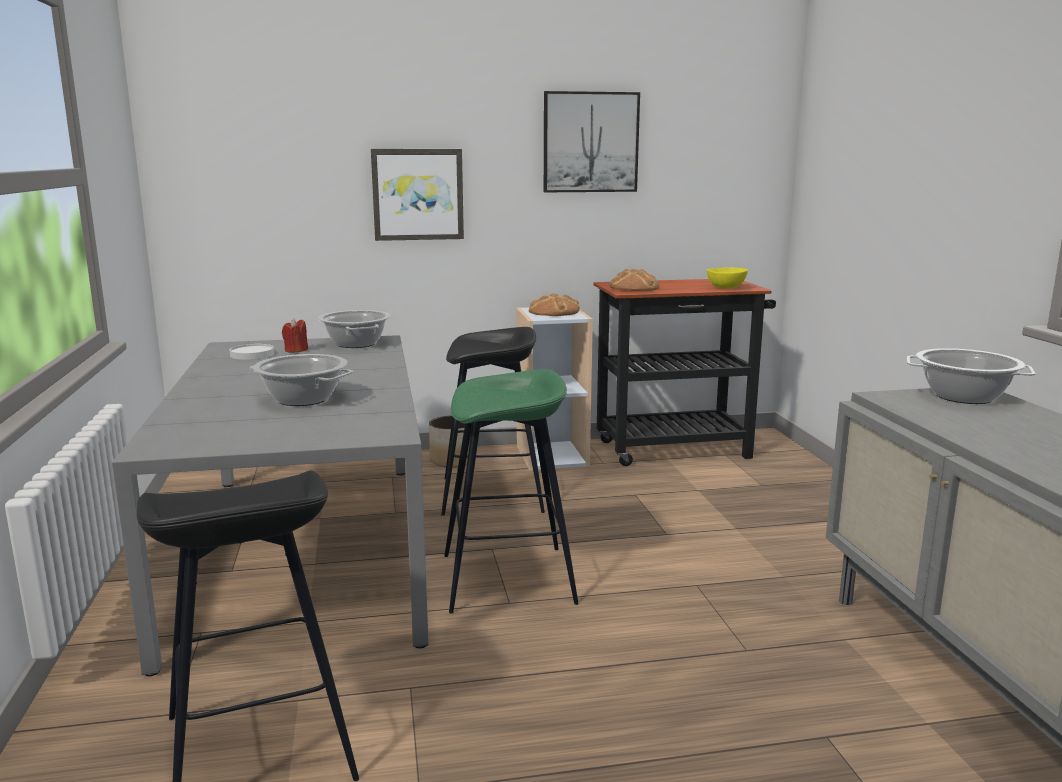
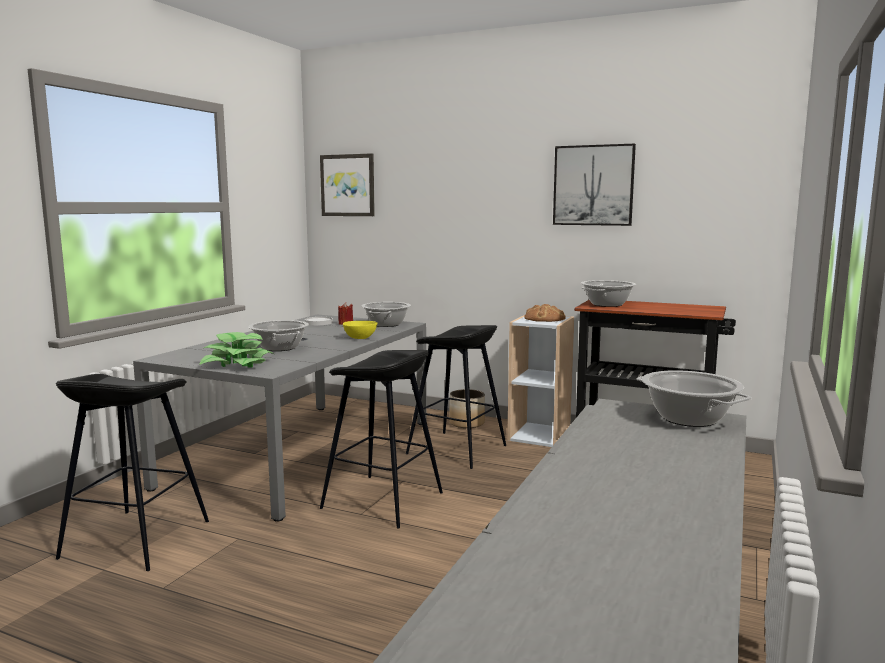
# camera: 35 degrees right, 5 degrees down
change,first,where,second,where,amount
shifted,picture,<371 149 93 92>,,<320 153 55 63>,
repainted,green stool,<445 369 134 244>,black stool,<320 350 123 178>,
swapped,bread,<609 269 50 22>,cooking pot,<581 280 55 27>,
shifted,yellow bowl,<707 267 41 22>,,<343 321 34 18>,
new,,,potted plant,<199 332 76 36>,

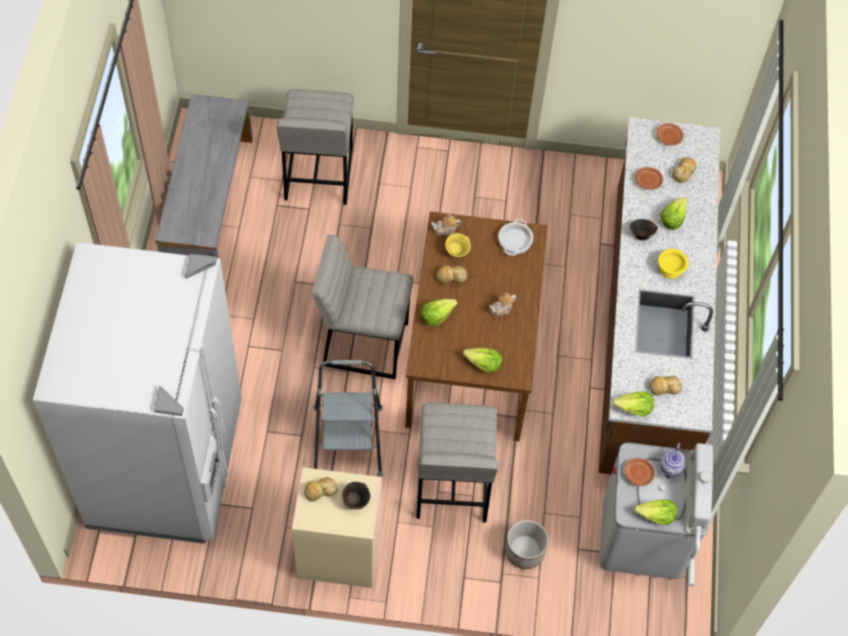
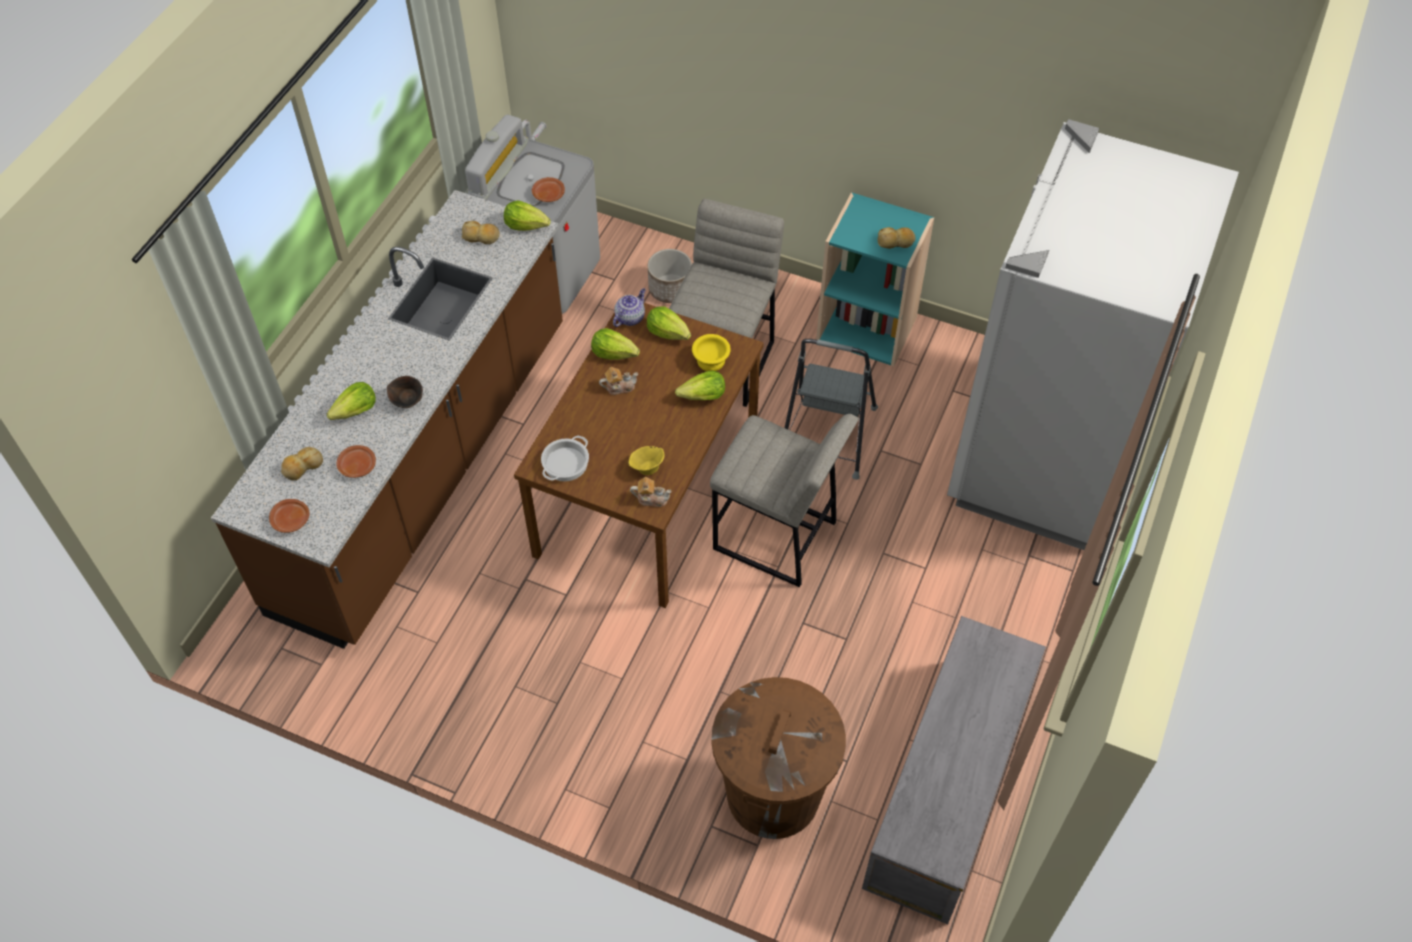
# camera: 160 degrees left, 5 degrees down
change,first,where,second,where,amount
swapped,grey chair,<277 89 77 116>,brown trash can,<711 677 135 162>,
repainted,beige bookcase,<292 467 90 121>,turquoise bookcase,<816 192 118 174>,
gone,brown bowl,<342 482 29 28>,,,
gone,bread,<436 265 31 19>,,,
shifted,lettuce,<634 500 43 25>,,<591 328 49 32>,
shifted,yellow bowl,<658 249 30 30>,,<692 334 38 37>,
shifted,teapot,<660 443 26 36>,,<613 288 33 39>,

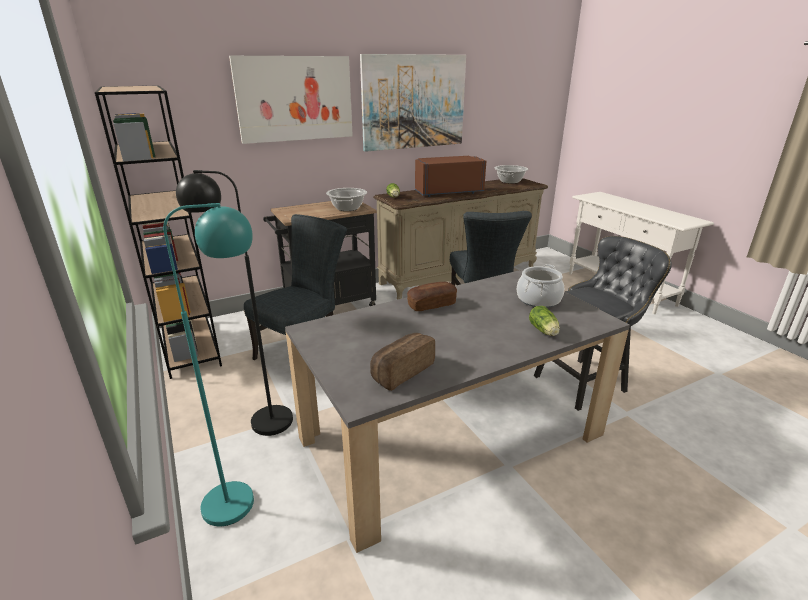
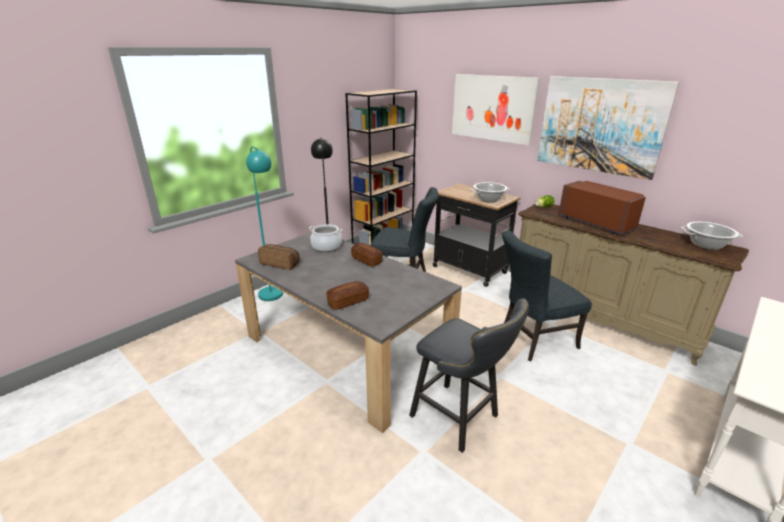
# camera: 70 degrees right, 0 degrees up
change,first,where,second,where,amount
shifted,cooking pot,<517 264 47 44>,,<309 224 33 28>,
swapped,lettuce,<529 306 31 30>,bread,<326 281 43 29>,

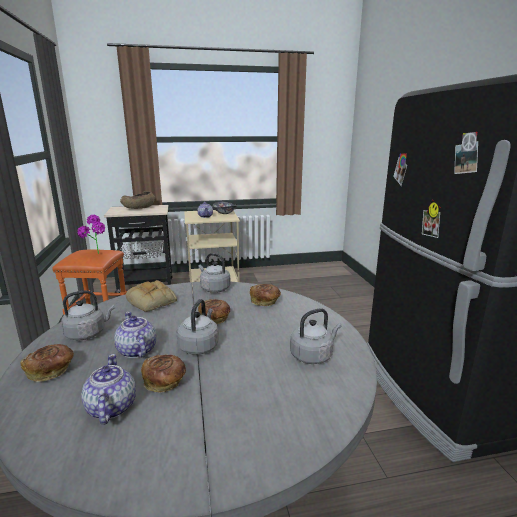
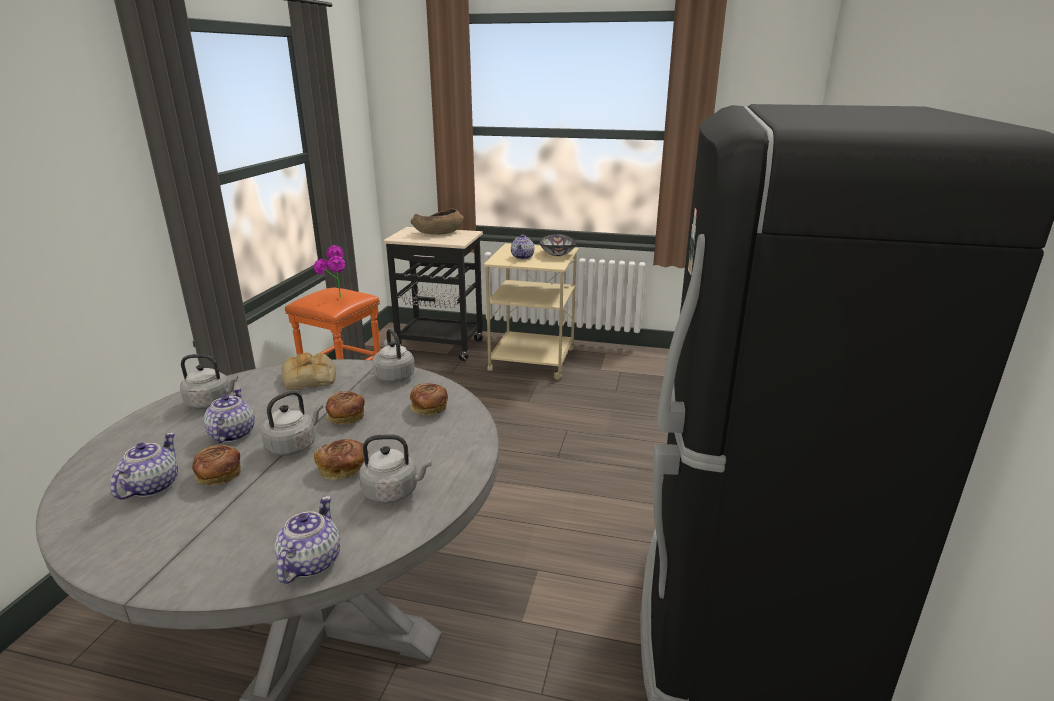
# camera: 25 degrees right, 5 degrees up
change,first,where,second,where,amount
shifted,bread,<20 344 54 38>,,<314 439 55 41>,
new,,,teapot,<274 496 66 88>,

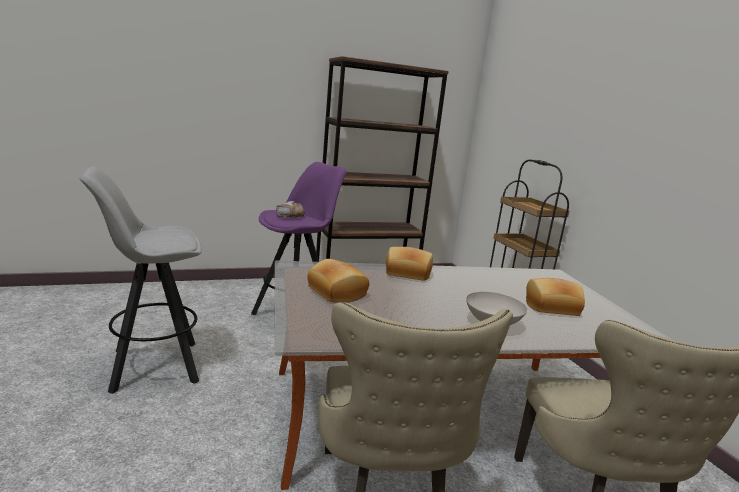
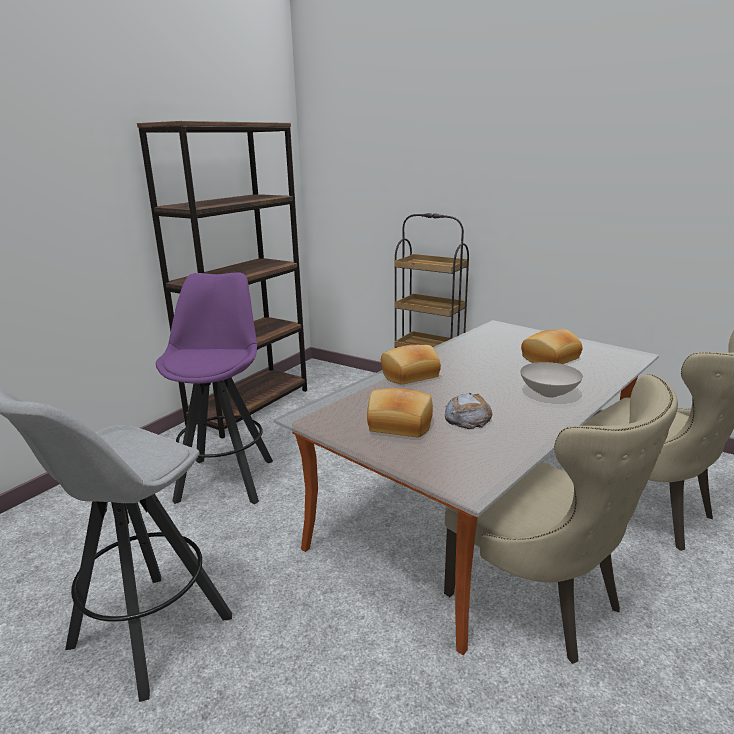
# camera: 35 degrees left, 5 degrees up
change,first,where,second,where,amount
shifted,bread,<276 201 29 17>,,<445 393 48 36>,

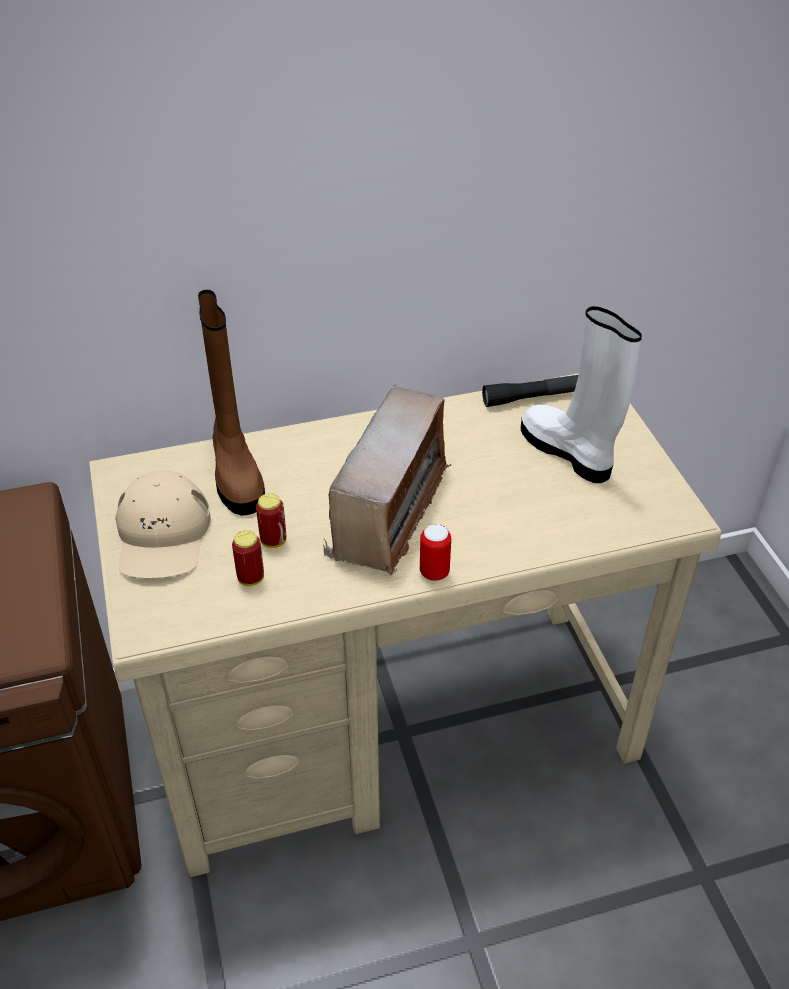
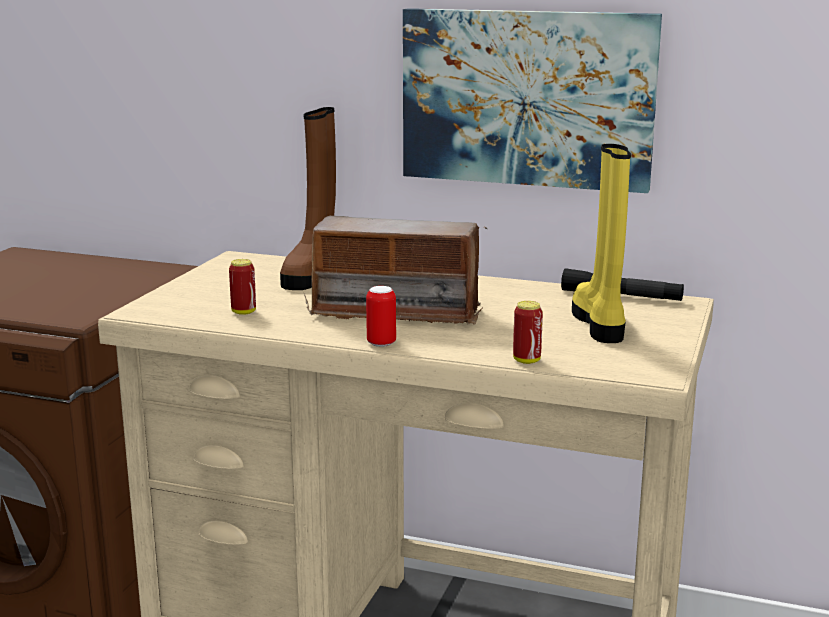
# camera: 35 degrees right, 25 degrees down
change,first,where,second,where,amount
gone,beige cap,<115 470 96 108>,,,
shifted,can,<256 493 30 55>,,<513 301 30 63>,
rotated,radio,<323 384 128 191>,,<304 216 183 109>,45 degrees clockwise
repainted,white boot,<521 306 121 177>,yellow boot,<572 144 59 199>,
new,,,picture,<403 8 259 185>,

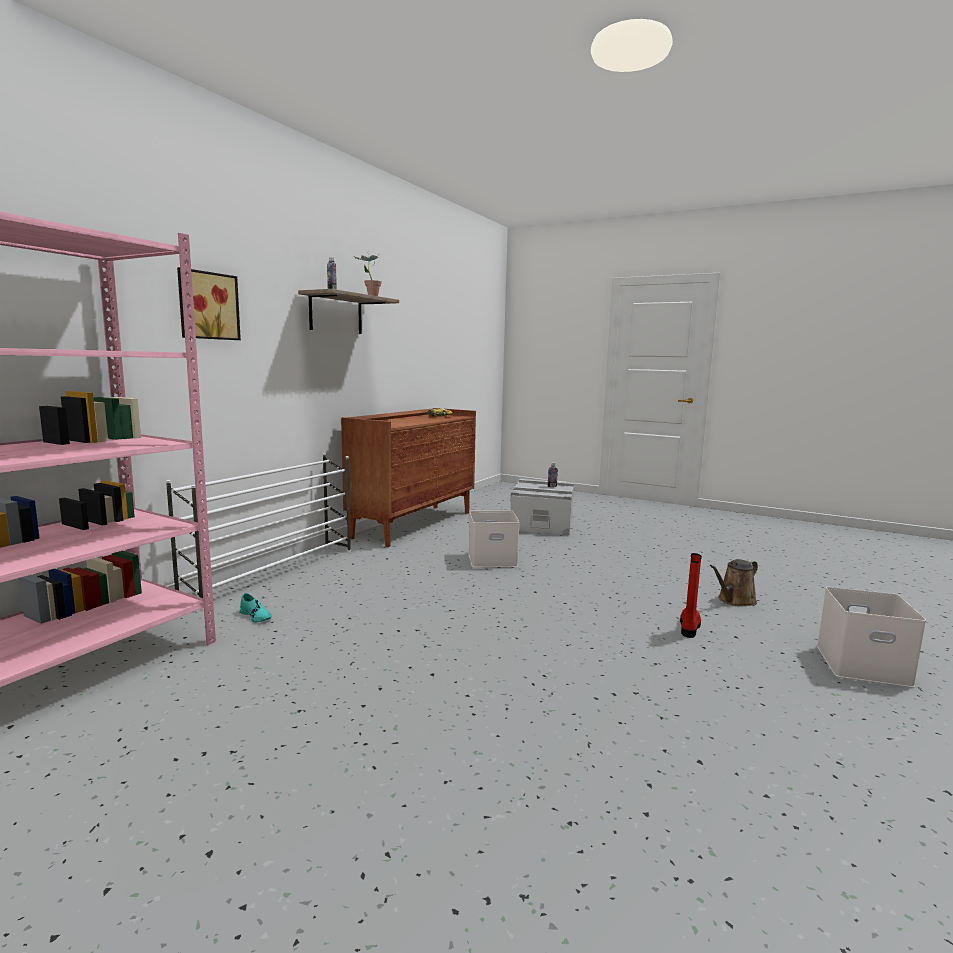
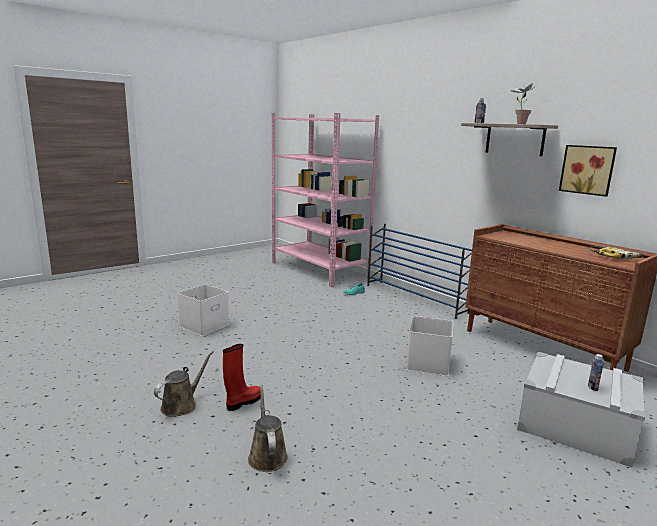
# camera: 110 degrees right, 5 degrees up
change,first,where,second,where,amount
repainted,white shoe rack,<166 453 185 158>,blue shoe rack,<367 224 105 95>,
shifted,picture,<177 267 64 73>,,<559 145 58 52>,
rotated,red boot,<680 553 22 85>,,<223 344 38 67>,90 degrees counterclockwise
shifted,white storage box,<817 587 109 100>,,<177 284 52 52>,
new,,,brown watering can,<154 351 60 66>,

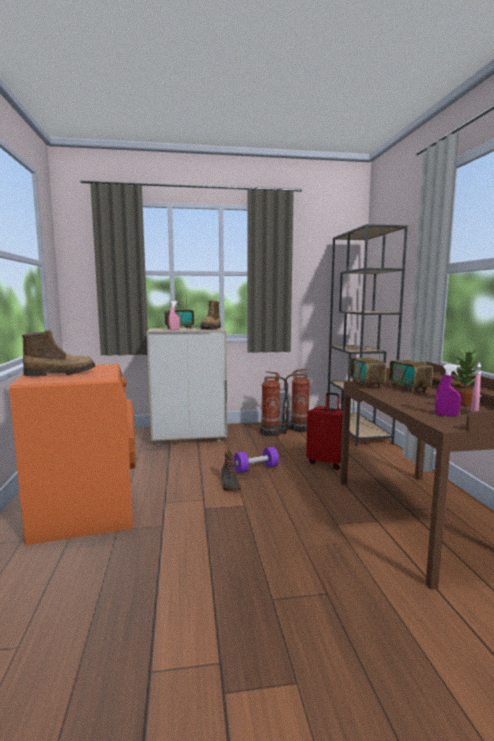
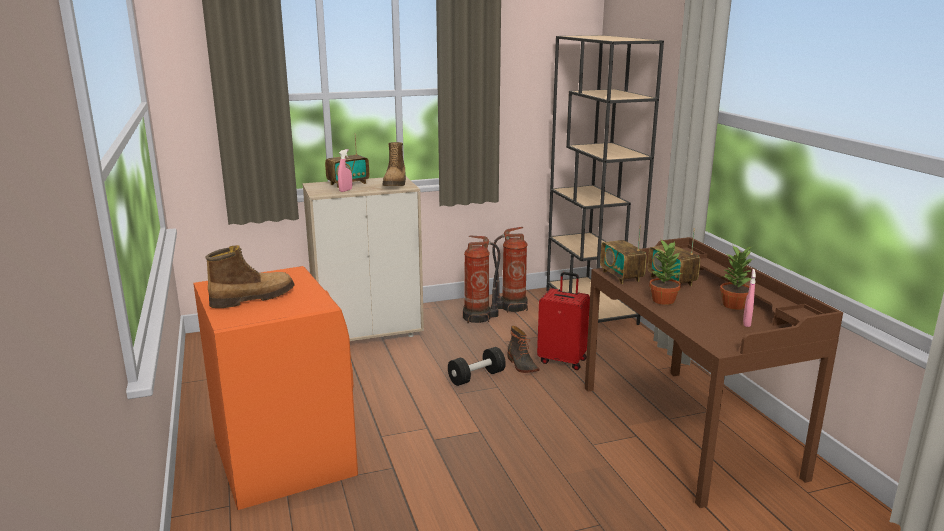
# camera: 10 degrees left, 10 degrees up
change,first,where,second,where,amount
shifted,boot,<221 450 20 41>,,<507 326 33 47>,
repainted,purple dumbbell,<234 447 45 26>,black dumbbell,<448 347 58 39>,
gone,purple spray bottle,<435 364 26 53>,,,
new,,,potted plant,<649 240 34 65>,

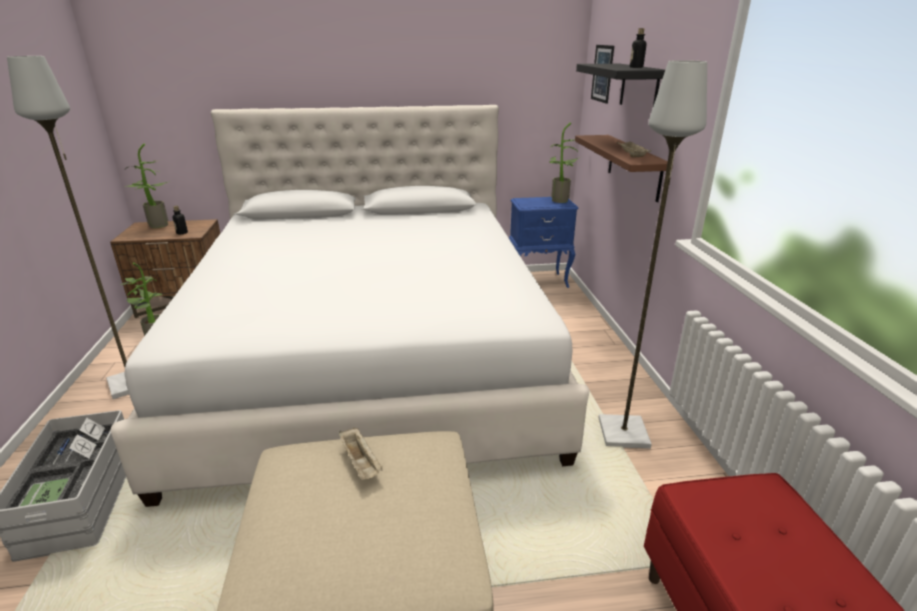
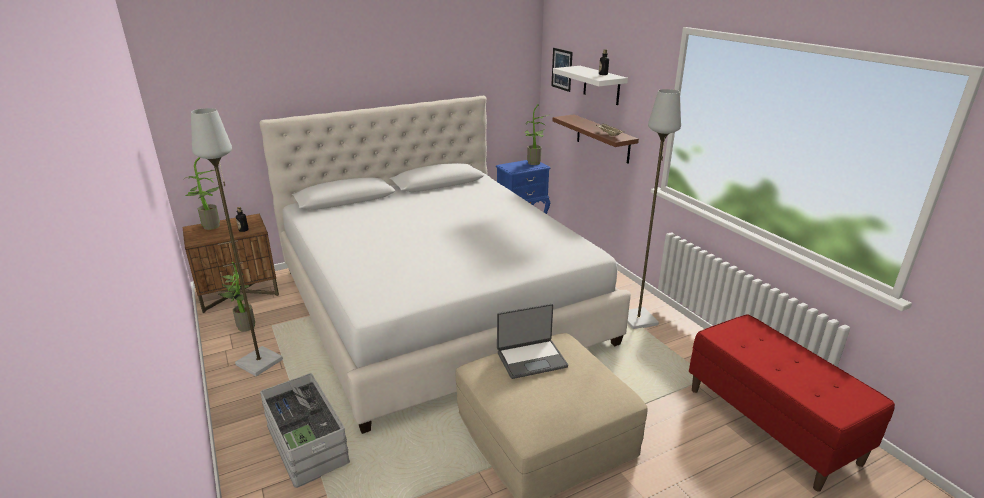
# camera: 20 degrees left, 0 degrees up
change,first,where,second,where,amount
swapped,beige tray,<339 427 44 53>,laptop,<497 303 71 76>,
repainted,black shelf,<576 64 89 42>,white shelf,<553 66 75 39>,

